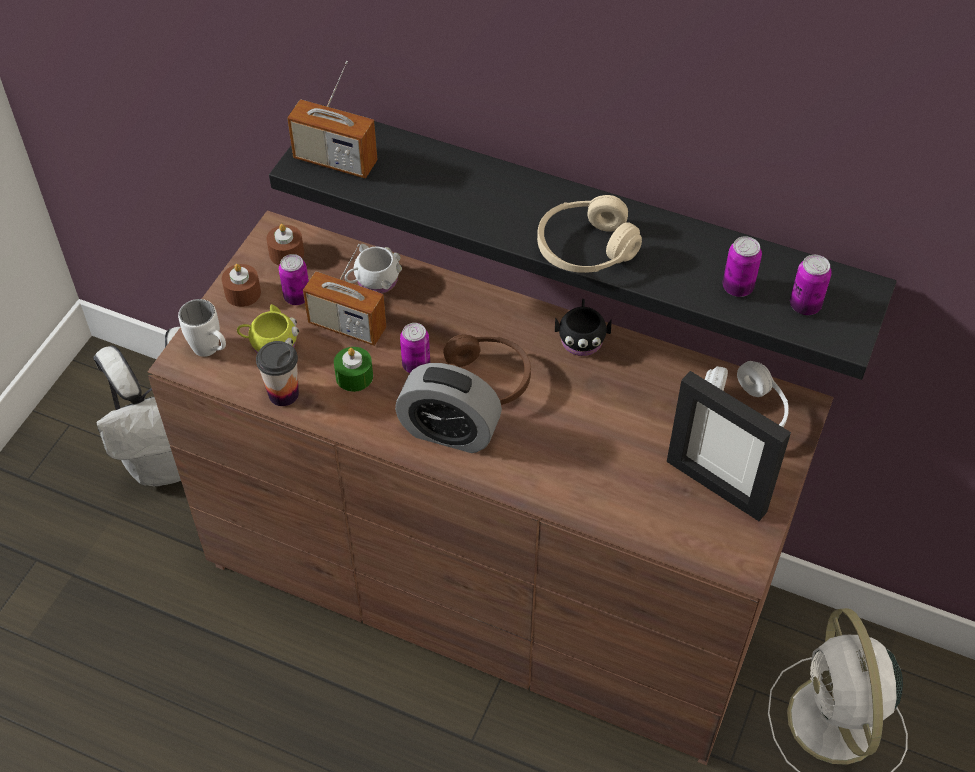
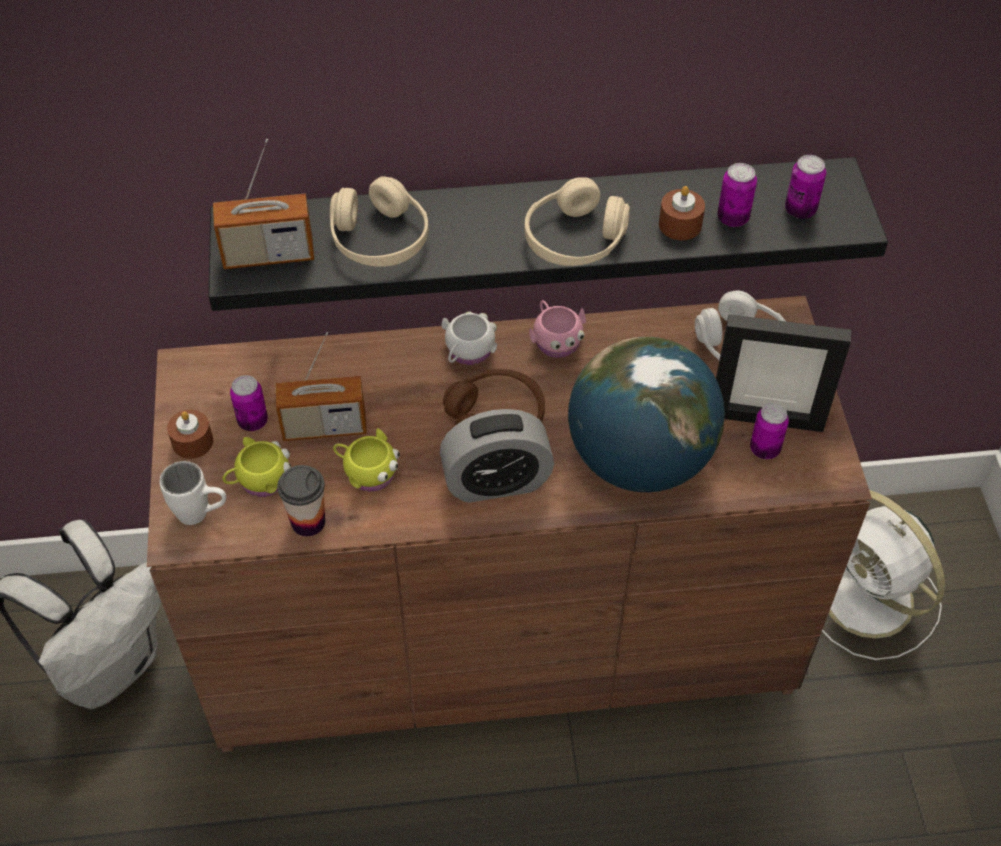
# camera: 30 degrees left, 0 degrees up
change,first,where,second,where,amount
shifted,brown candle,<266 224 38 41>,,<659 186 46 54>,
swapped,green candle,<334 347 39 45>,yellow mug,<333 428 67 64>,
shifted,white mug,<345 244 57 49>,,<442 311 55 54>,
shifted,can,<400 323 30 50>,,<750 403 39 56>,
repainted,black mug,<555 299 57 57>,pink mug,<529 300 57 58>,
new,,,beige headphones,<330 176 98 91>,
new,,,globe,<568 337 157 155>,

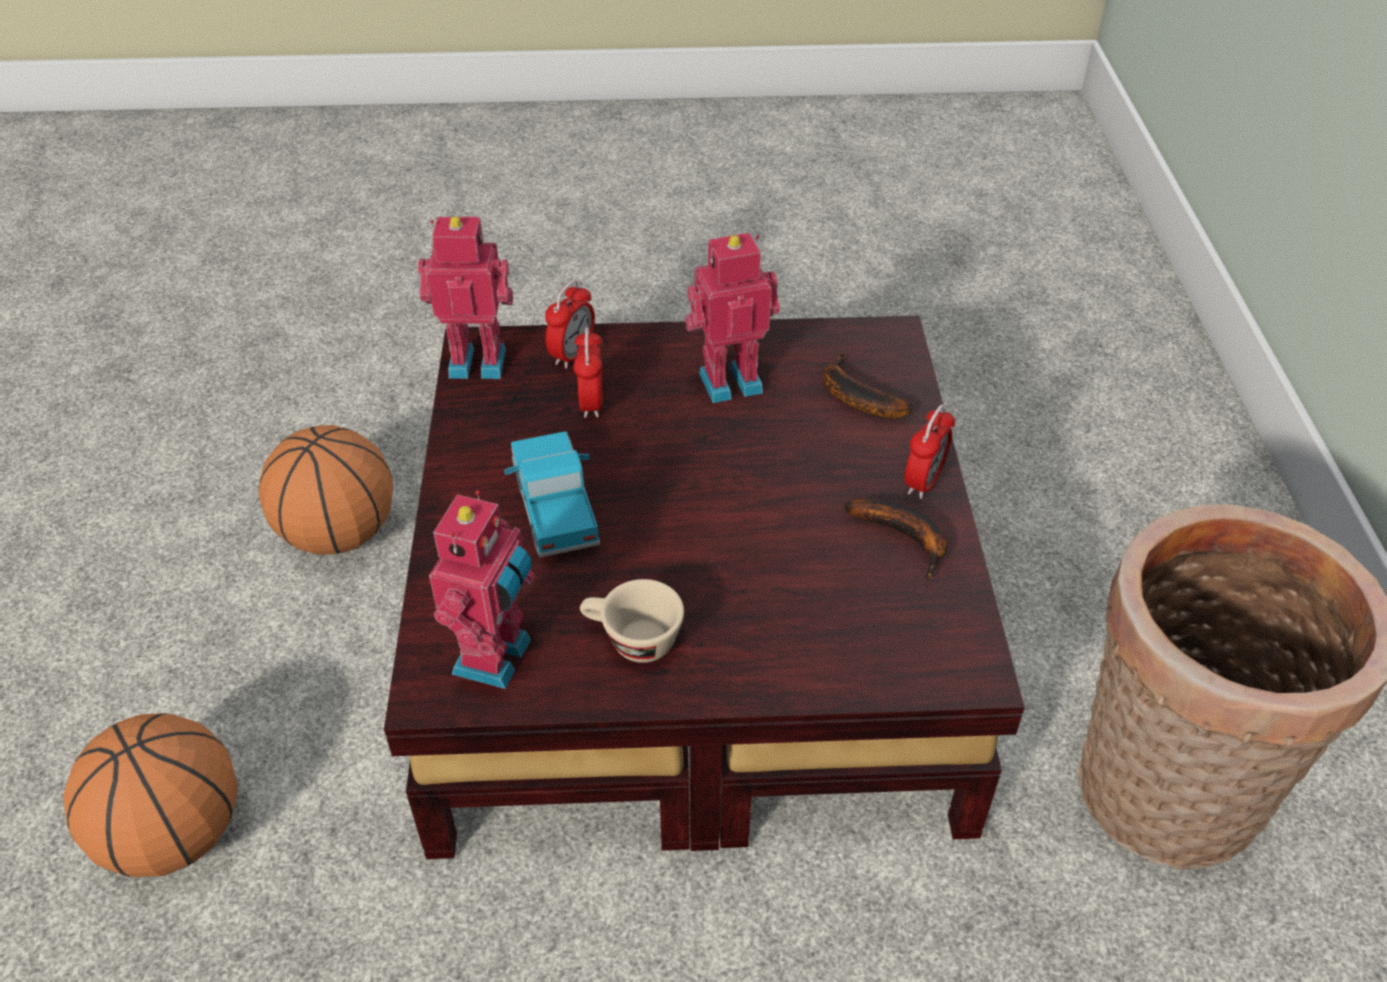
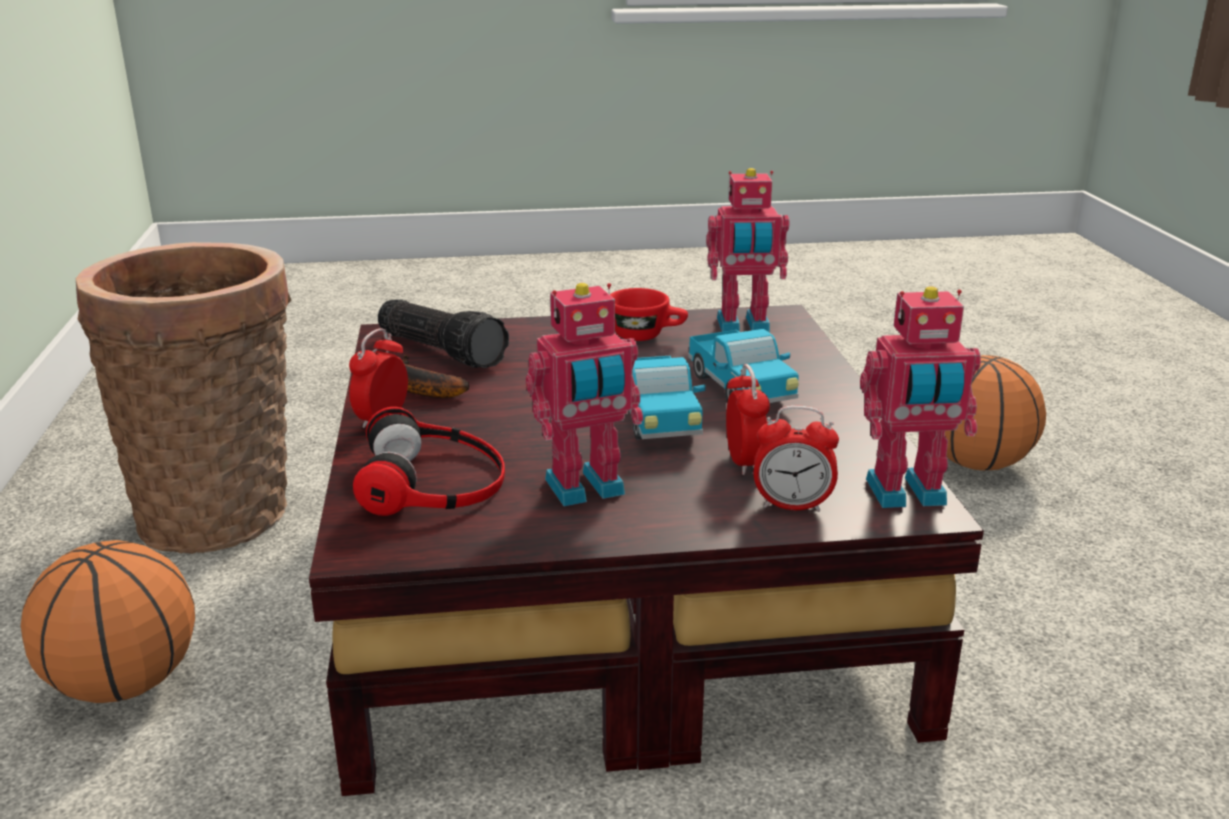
# camera: 175 degrees right, 20 degrees down
change,first,where,second,where,amount
shifted,basketball,<259 425 134 130>,,<21 540 174 163>,
rotated,toy robot,<429 490 106 199>,,<706 168 83 165>,105 degrees counterclockwise
rotated,alarm clock,<545 280 50 89>,,<754 405 85 107>,105 degrees counterclockwise
repainted,beige cup,<580 579 104 84>,red cup,<610 288 78 53>,
swapped,banana,<823 352 89 66>,headphones,<353 407 152 109>,
new,,,flashlight,<378 299 131 69>,
new,,,toy truck,<629 356 77 83>,

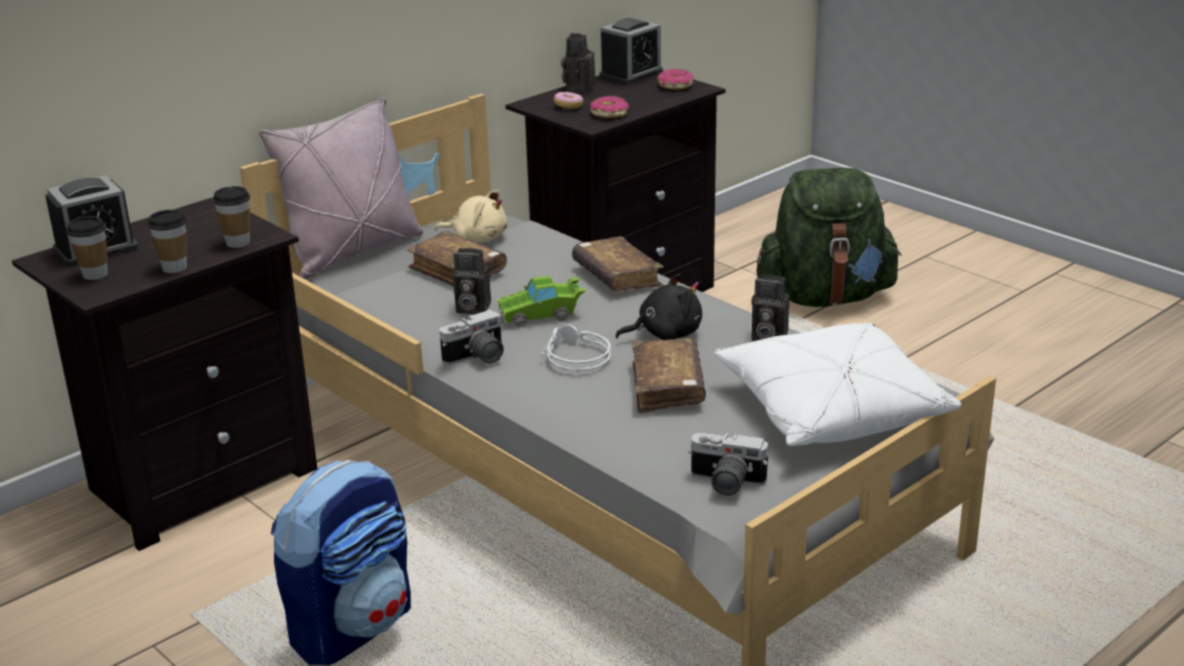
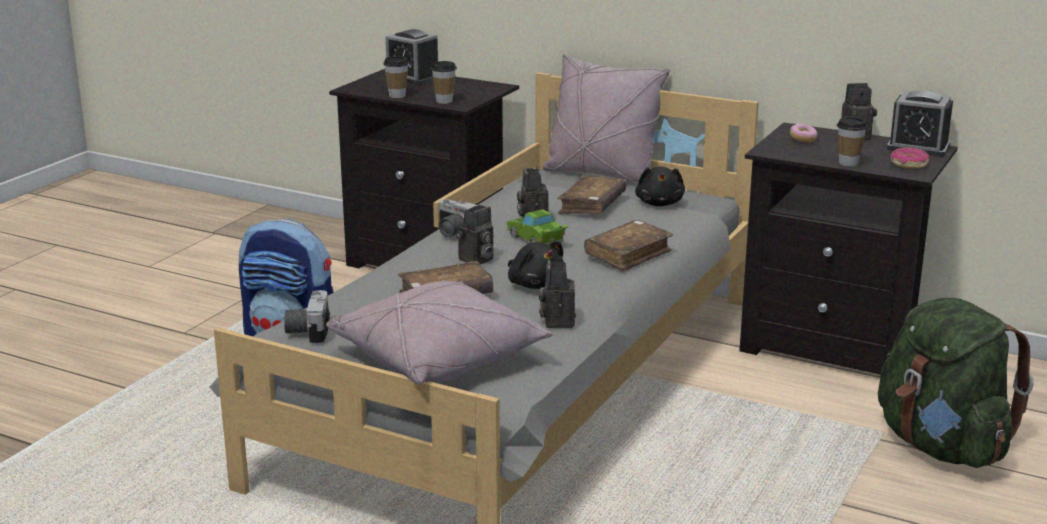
# camera: 70 degrees right, 5 degrees down
change,first,where,second,where,amount
shifted,cup,<66 216 42 64>,,<837 117 31 49>,
repainted,beige plush toy,<435 190 73 53>,black plush toy,<635 166 50 40>,
swapped,grey headphones,<541 324 70 47>,photo camera,<456 205 38 59>,
gone,donut,<590 96 39 22>,,,
repainted,white pillow,<714 323 247 123>,purple pillow,<326 281 227 104>,

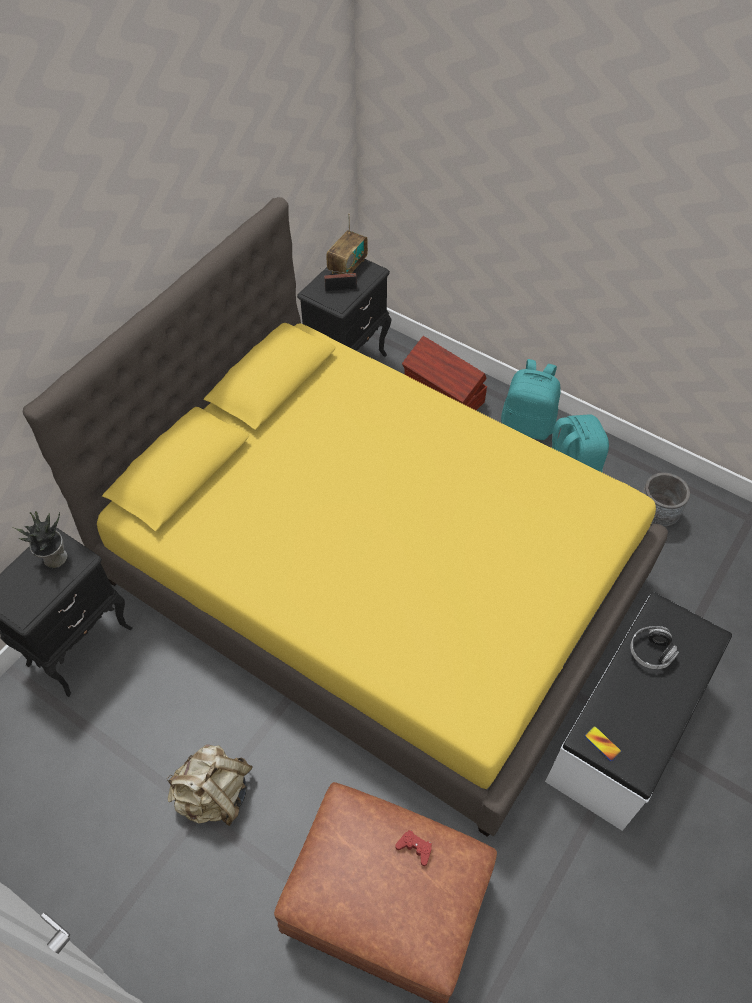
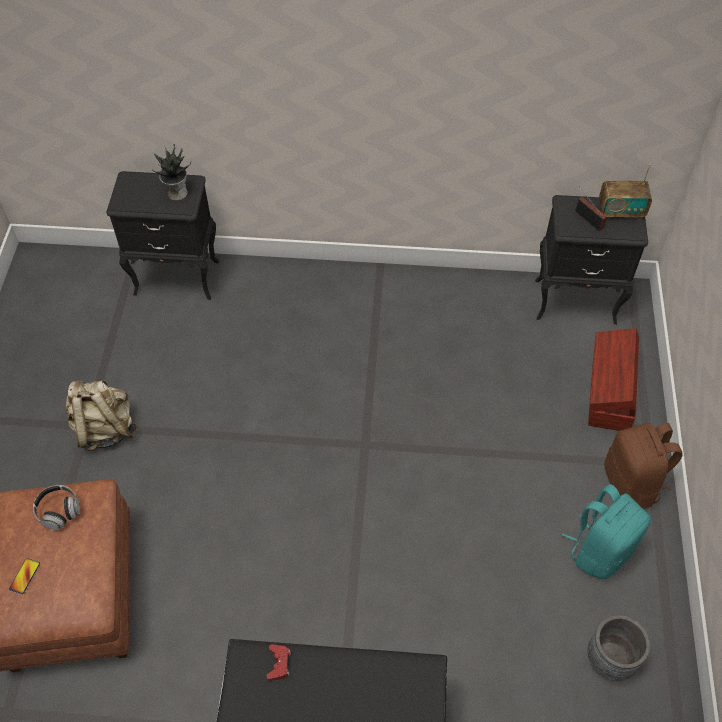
# camera: 60 degrees right, 0 degrees up
change,first,where,second,where,amount
gone,yellow bed,<23 197 645 640>,,,
shifted,red game controller,<395 830 37 36>,,<267 644 24 37>,
repainted,turquoise backpack,<501 359 60 81>,brown backpack,<604 422 79 87>,
shifted,phone,<585 726 36 35>,,<9 558 31 36>,
shifted,headphones,<630 626 49 43>,,<33 485 47 46>,

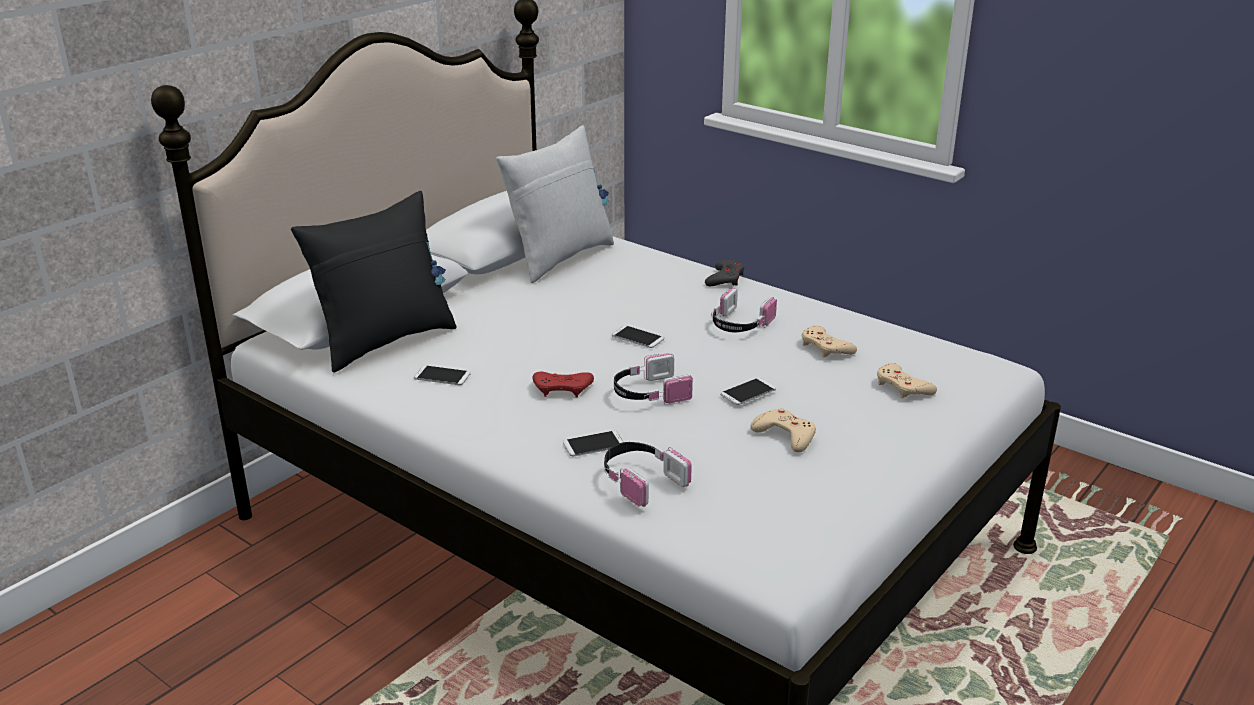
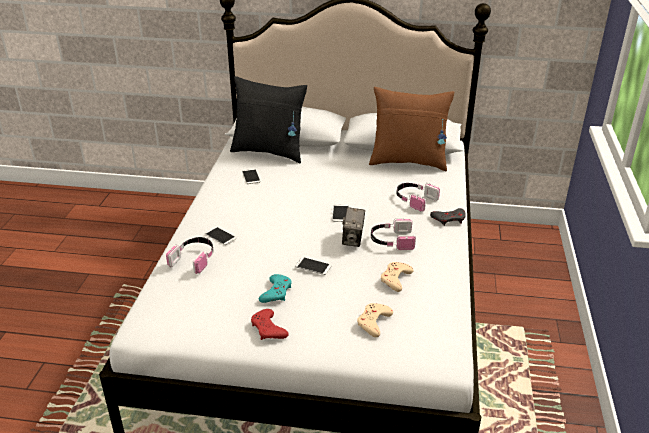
# camera: 60 degrees right, 5 degrees up
change,first,where,second,where,amount
repainted,grey pillow,<496 126 118 157>,brown pillow,<369 87 85 84>,
shifted,red game controller,<533 372 61 25>,,<251 309 38 31>,
shifted,headphones,<614 353 79 52>,,<396 183 44 28>,
repainted,beige game controller,<751 408 65 45>,turquoise game controller,<259 274 33 29>,
new,,,photo camera,<342 207 23 40>,

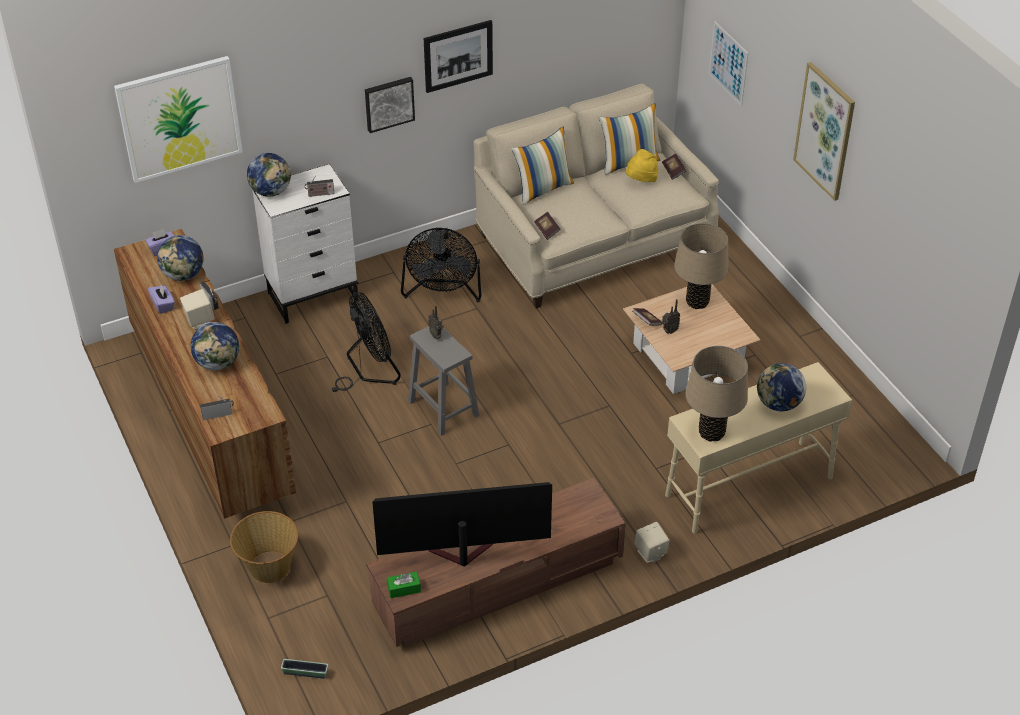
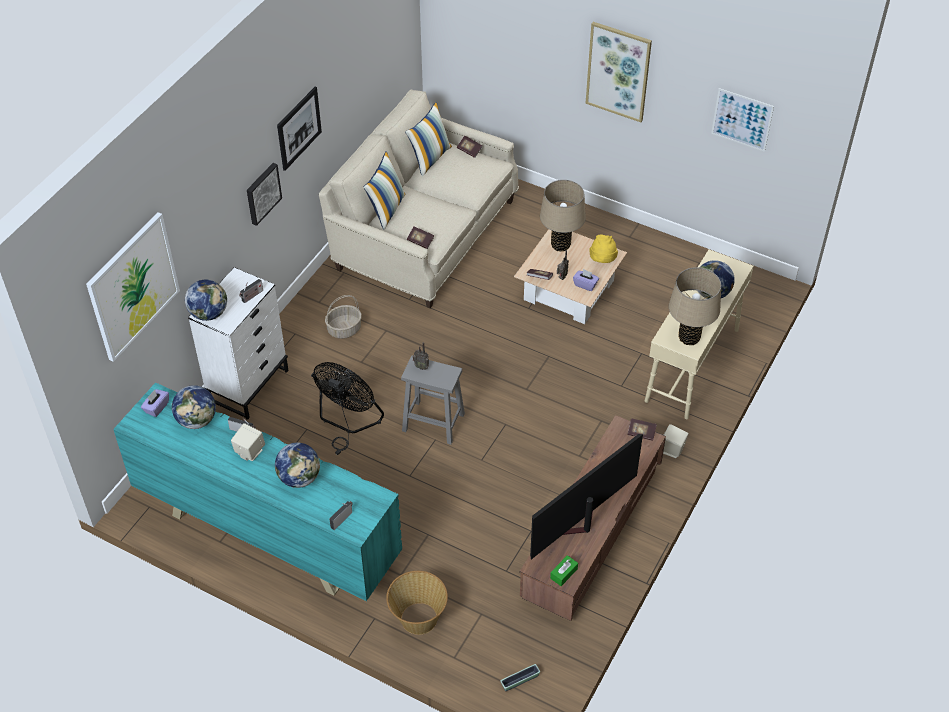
# camera: 35 degrees left, 5 degrees up
change,first,where,second,where,amount
repainted,brown cabinet,<114 229 182 290>,turquoise cabinet,<113 382 289 219>,
shifted,purple tissue box,<148 285 27 29>,,<573 269 26 22>,
swapped,black fan,<401 228 80 75>,basket,<325 295 37 44>,
shifted,yellow hat,<626 149 33 33>,,<589 234 29 29>,
shifted,picture,<709 21 39 85>,,<711 88 63 64>,
new,,,book,<627 418 30 23>,

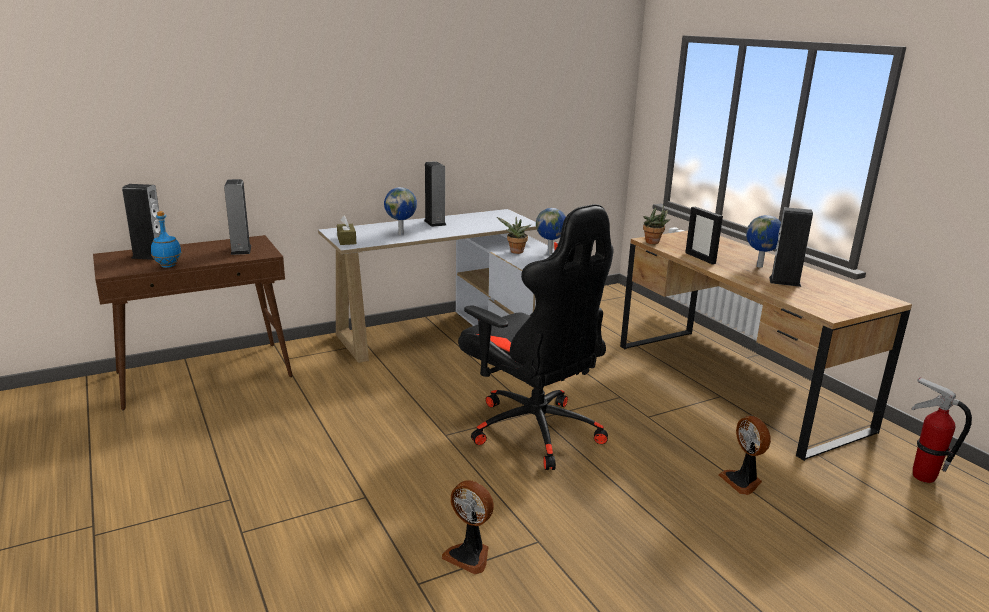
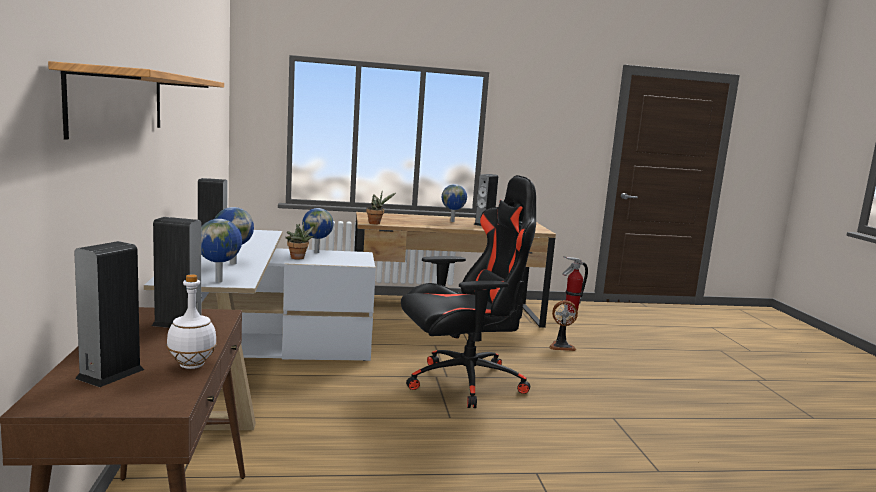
# camera: 70 degrees left, 10 degrees down
change,first,where,second,where,amount
repainted,blue bottle,<151 211 31 57>,white bottle,<167 274 50 95>,
swapped,brown tissue box,<337 216 19 29>,globe,<201 219 41 64>,
gone,fan,<442 480 52 95>,,,
gone,picture frame,<685 207 38 57>,,,
new,,,shelf,<48 61 176 79>,

